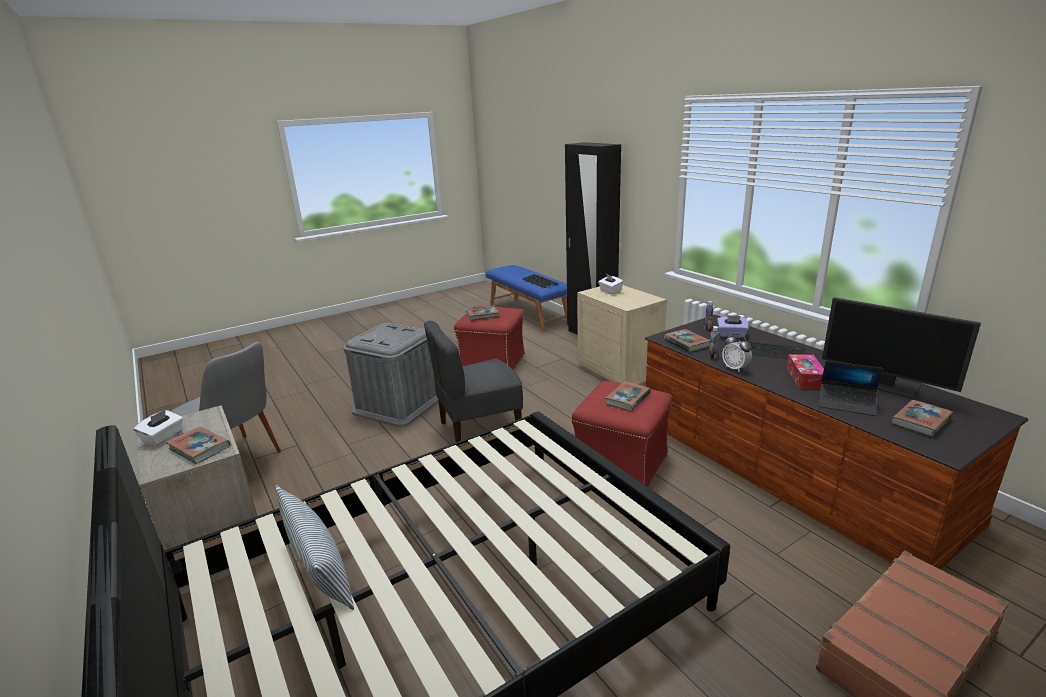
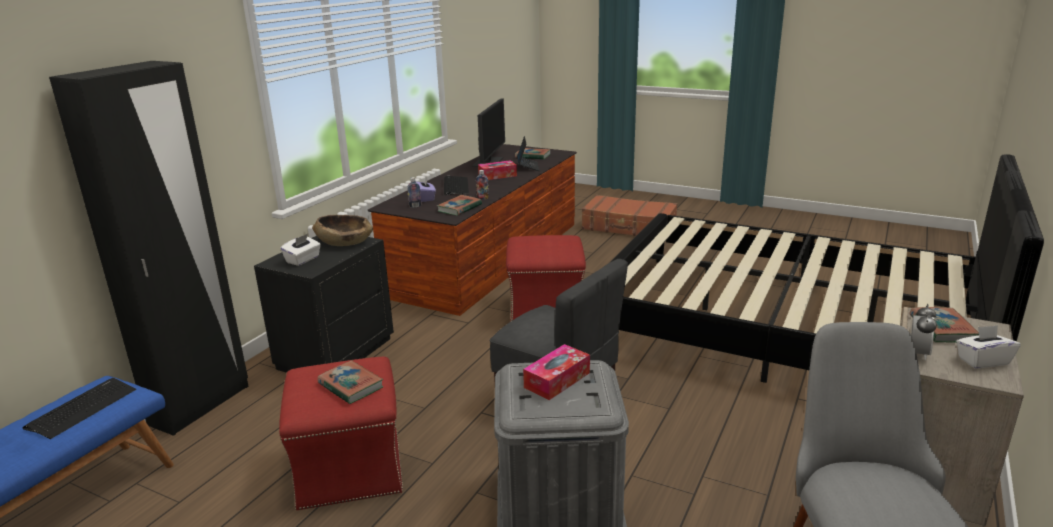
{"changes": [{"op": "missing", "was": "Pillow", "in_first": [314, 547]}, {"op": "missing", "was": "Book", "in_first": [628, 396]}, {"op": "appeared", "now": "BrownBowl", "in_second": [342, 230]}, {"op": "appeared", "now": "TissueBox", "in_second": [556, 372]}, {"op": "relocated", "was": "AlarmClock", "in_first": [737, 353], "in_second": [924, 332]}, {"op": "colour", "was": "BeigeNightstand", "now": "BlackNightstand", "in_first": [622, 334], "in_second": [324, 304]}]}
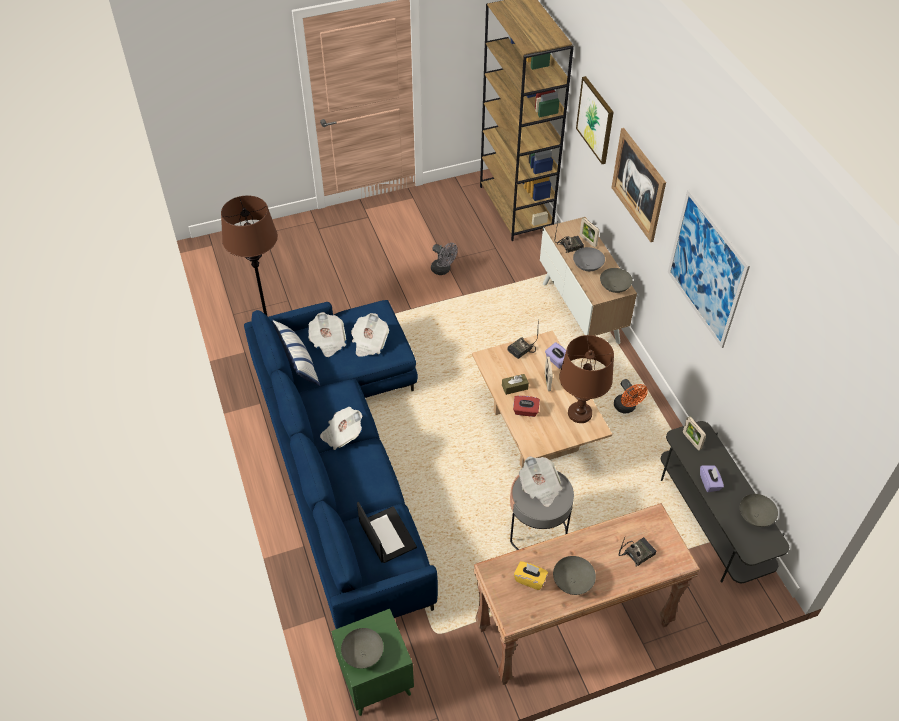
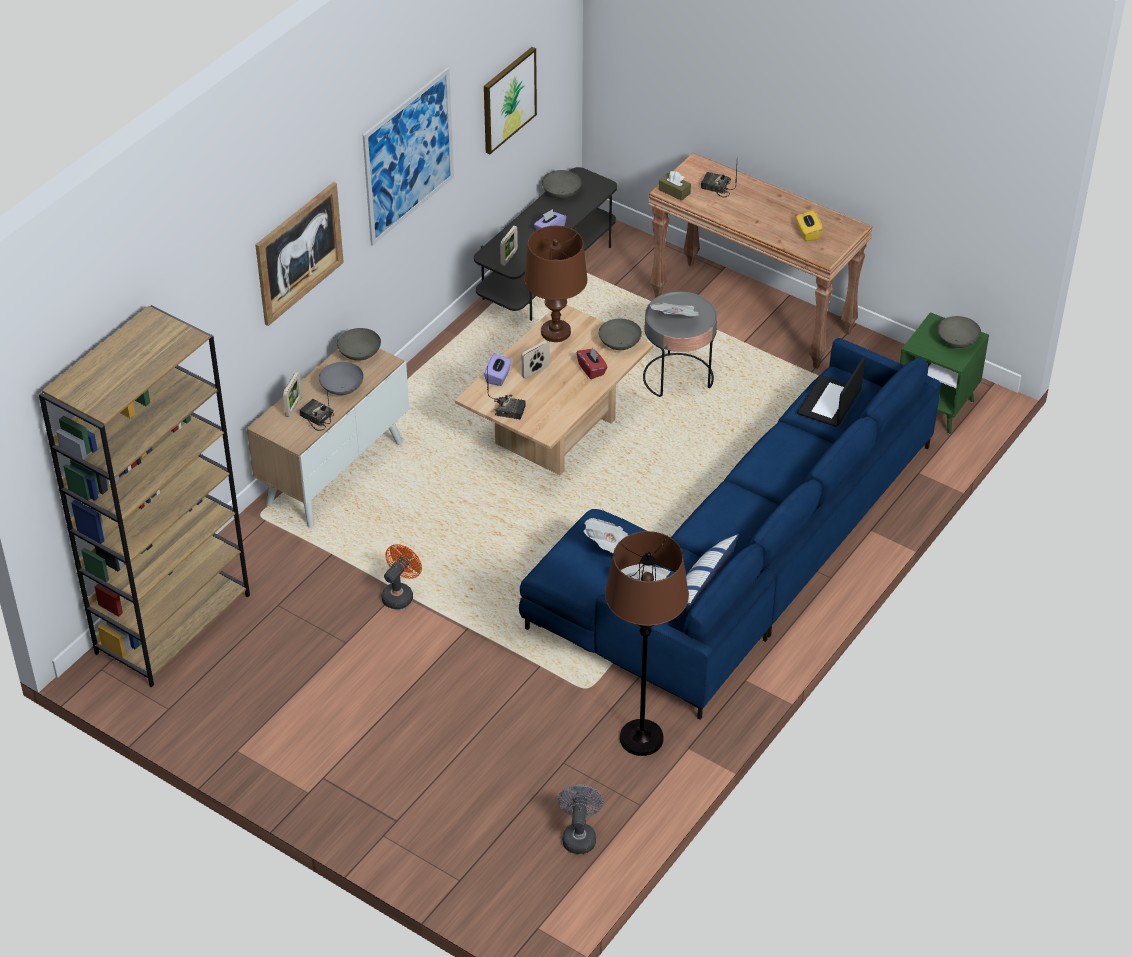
{"changes": [{"op": "missing", "was": "Newspaper", "in_first": [341, 428]}, {"op": "relocated", "was": "GreyFan", "in_first": [444, 259], "in_second": [580, 819]}, {"op": "relocated", "was": "BrownTissueBox", "in_first": [515, 384], "in_second": [675, 186]}, {"op": "relocated", "was": "GreyBowl", "in_first": [574, 575], "in_second": [620, 334]}, {"op": "relocated", "was": "Picture", "in_first": [594, 120], "in_second": [510, 100]}, {"op": "relocated", "was": "OrangeFan", "in_first": [631, 396], "in_second": [401, 576]}]}
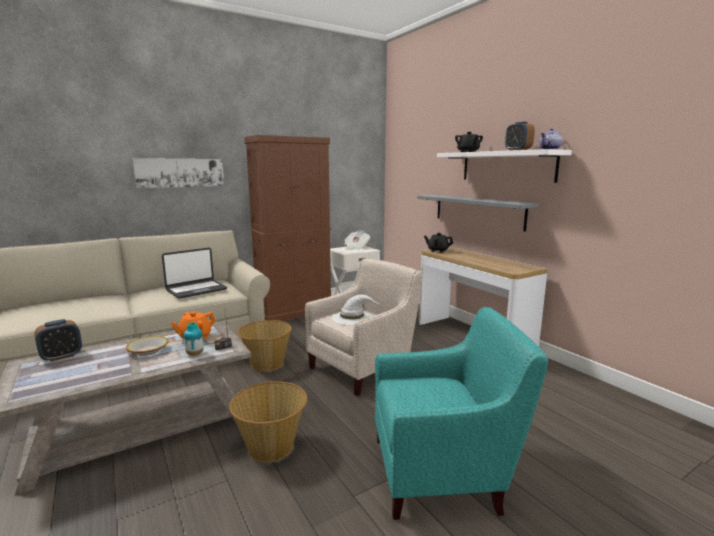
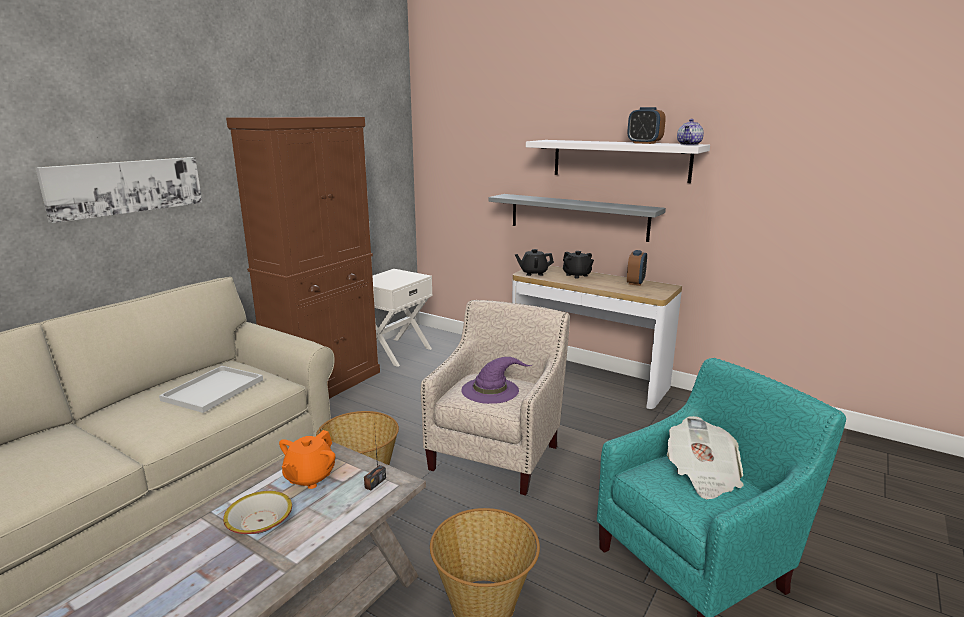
{"changes": [{"op": "missing", "was": "Vase", "in_first": [194, 339]}, {"op": "relocated", "was": "AlarmClock", "in_first": [58, 340], "in_second": [637, 268]}, {"op": "relocated", "was": "Newspaper", "in_first": [357, 240], "in_second": [705, 458]}, {"op": "relocated", "was": "BlackTeapot", "in_first": [469, 142], "in_second": [578, 265]}, {"op": "exchanged", "was": "Laptop", "now": "WhiteTray", "in_first": [194, 273], "in_second": [211, 389]}, {"op": "colour", "was": "WhiteHat", "now": "PurpleHat", "in_first": [355, 310], "in_second": [496, 380]}]}
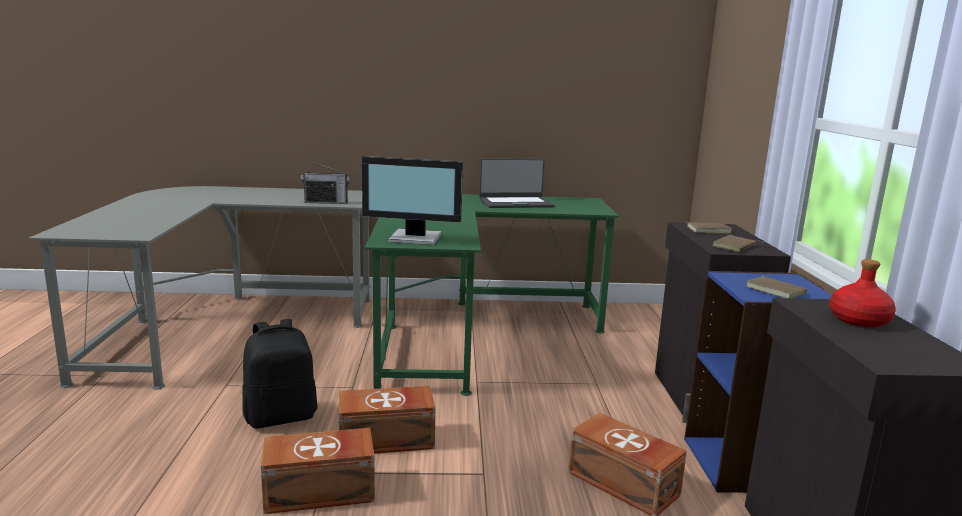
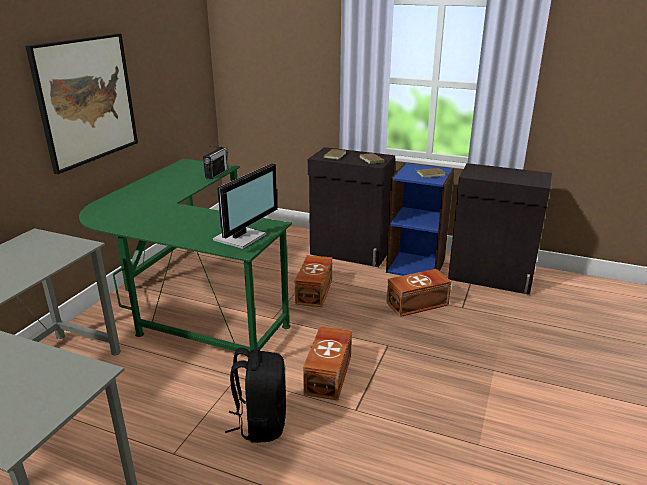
{"changes": [{"op": "missing", "was": "Laptop", "in_first": [517, 183]}, {"op": "missing", "was": "RedBottle", "in_first": [862, 293]}, {"op": "appeared", "now": "Picture", "in_second": [81, 103]}, {"op": "relocated", "was": "BrownStorageBox", "in_first": [318, 471], "in_second": [313, 281]}, {"op": "relocated", "was": "Radio", "in_first": [325, 182], "in_second": [216, 162]}]}
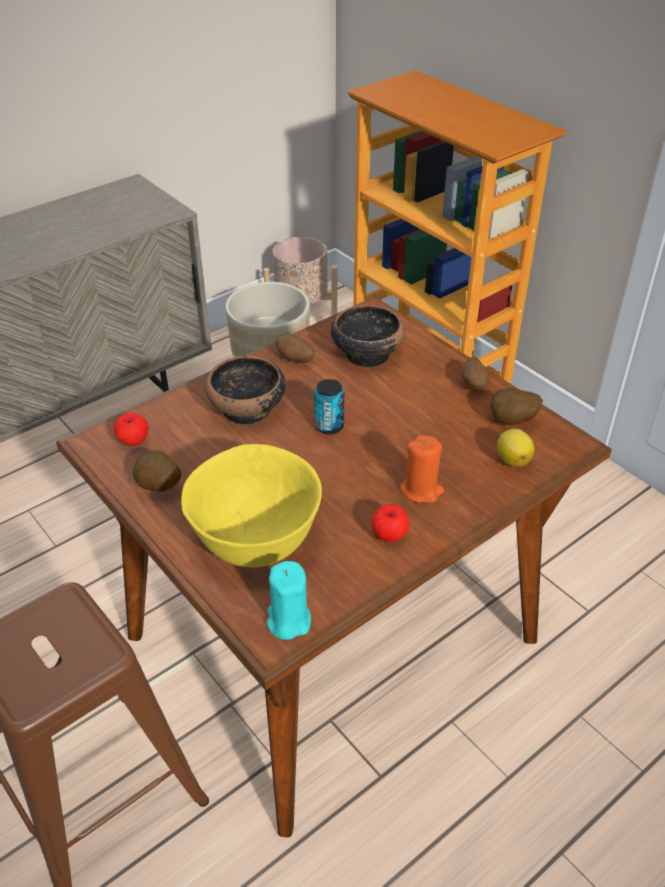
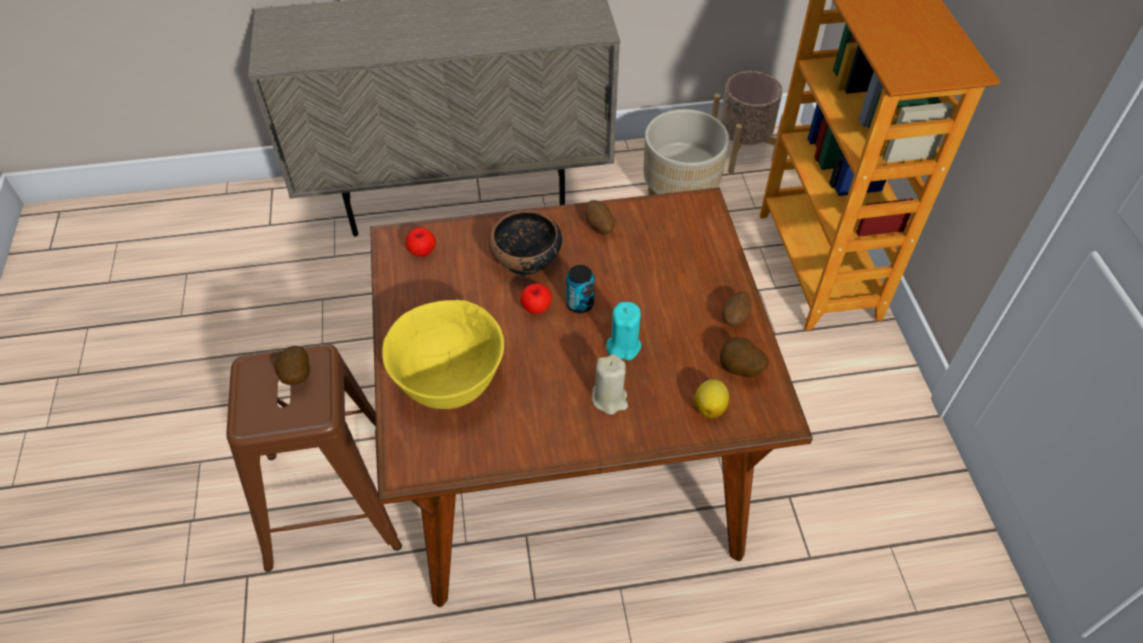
{"changes": [{"op": "missing", "was": "Bowl", "in_first": [368, 336]}, {"op": "relocated", "was": "Potato", "in_first": [157, 471], "in_second": [292, 365]}, {"op": "relocated", "was": "TurquoiseCandle", "in_first": [289, 600], "in_second": [623, 331]}, {"op": "relocated", "was": "Apple", "in_first": [390, 523], "in_second": [536, 298]}, {"op": "colour", "was": "OrangeCandle", "now": "BeigeCandle", "in_first": [422, 469], "in_second": [610, 384]}]}
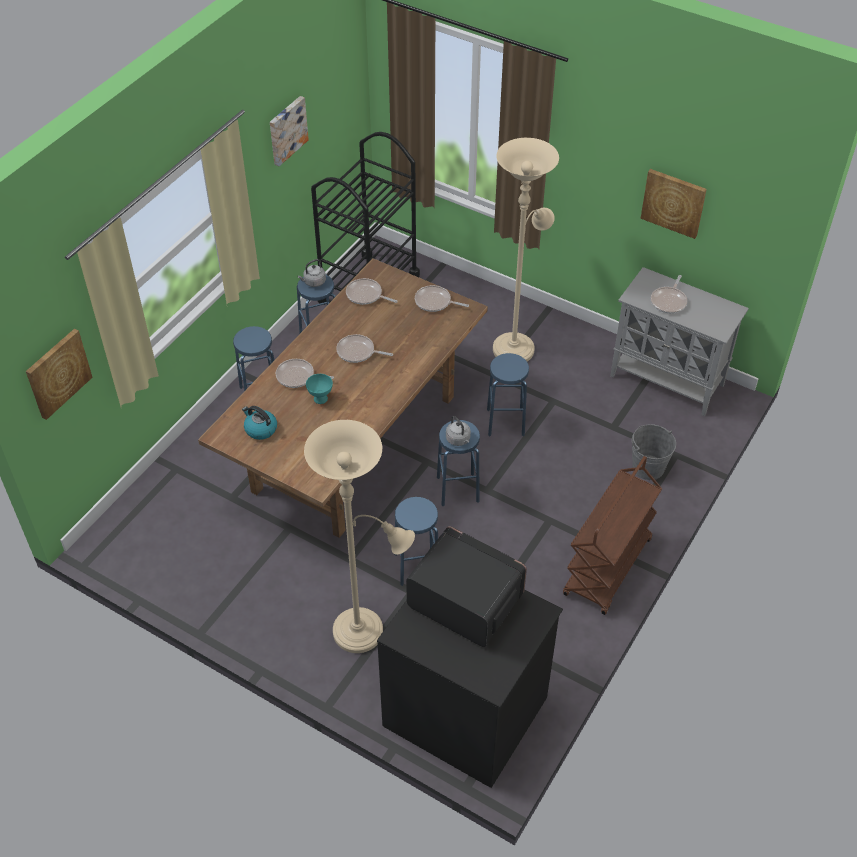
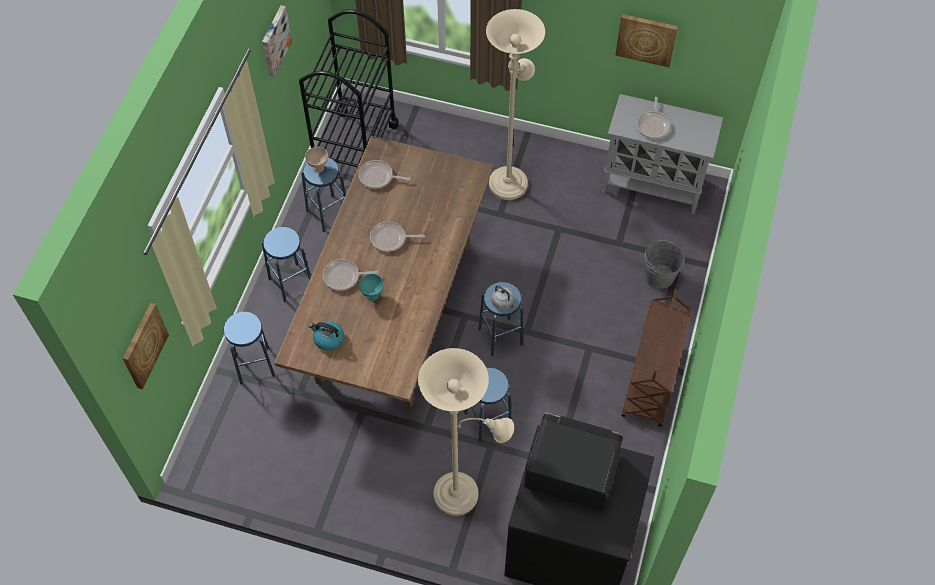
{"changes": [{"op": "missing", "was": "FryingPan", "in_first": [442, 298]}, {"op": "relocated", "was": "BlueStool", "in_first": [508, 394], "in_second": [249, 348]}, {"op": "exchanged", "was": "GreyKettle", "now": "BeigeBowl", "in_first": [312, 273], "in_second": [316, 160]}]}
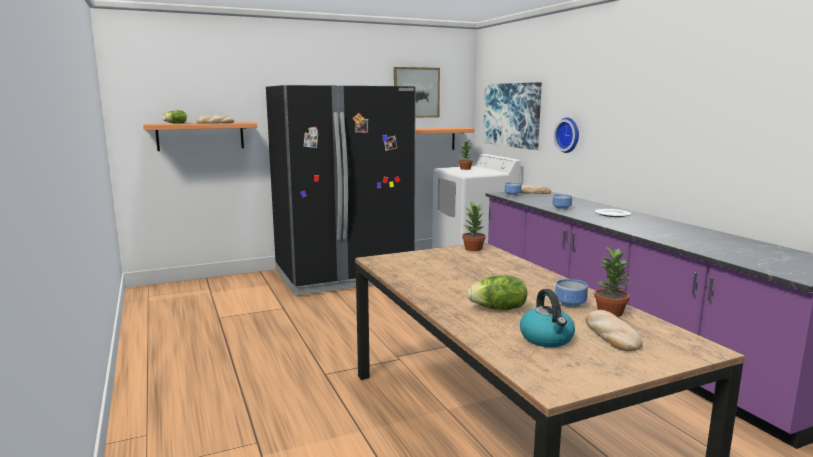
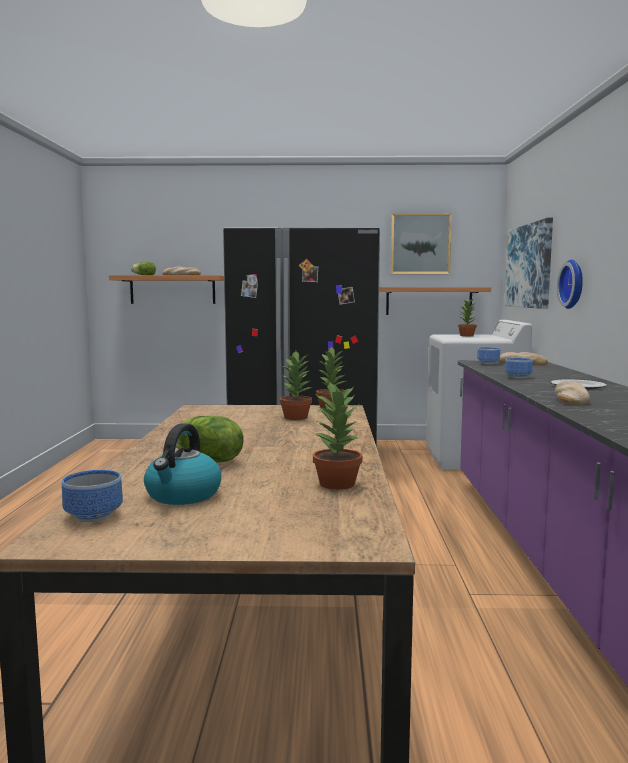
{"changes": [{"op": "appeared", "now": "PottedPlant", "in_second": [296, 385]}, {"op": "relocated", "was": "Bowl", "in_first": [571, 293], "in_second": [92, 496]}, {"op": "relocated", "was": "Bread", "in_first": [614, 330], "in_second": [572, 393]}]}
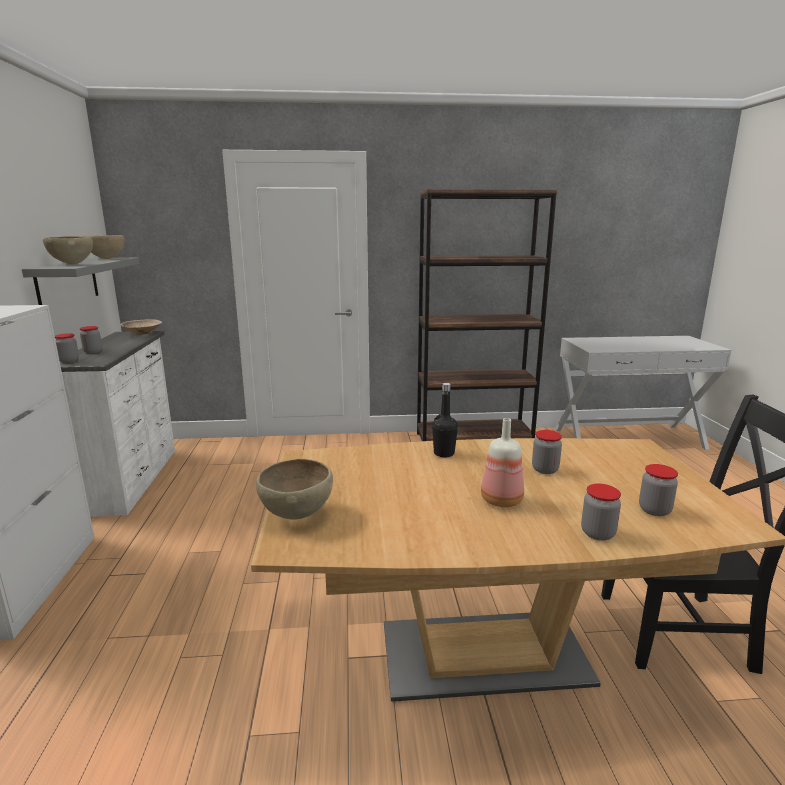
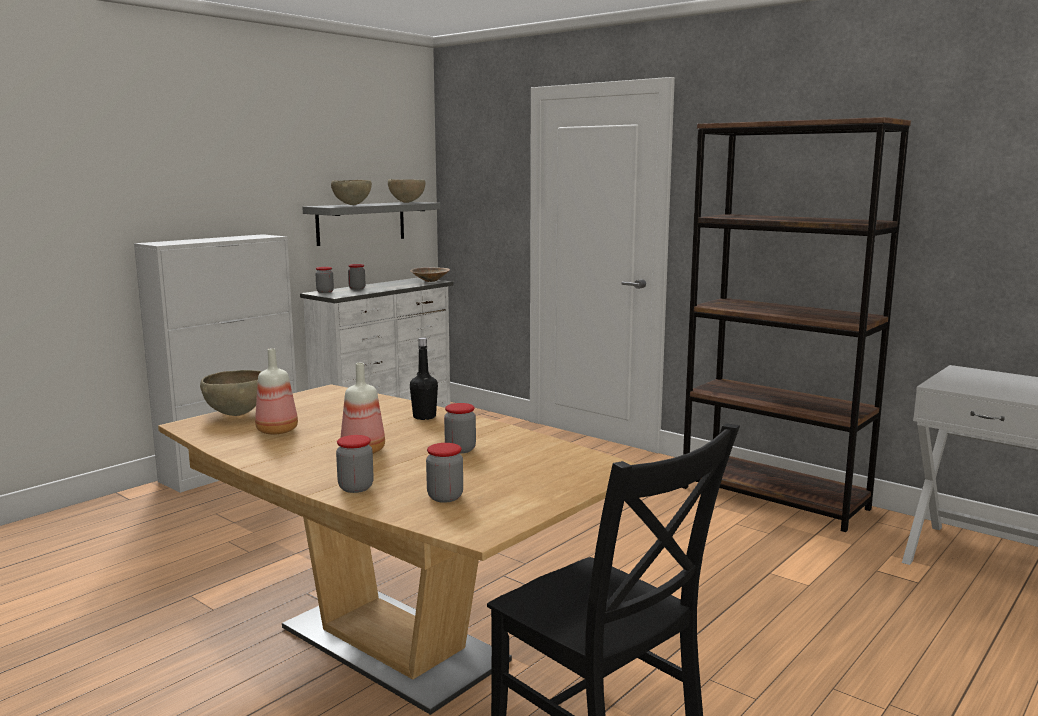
{"changes": [{"op": "appeared", "now": "Bottle", "in_second": [276, 391]}]}
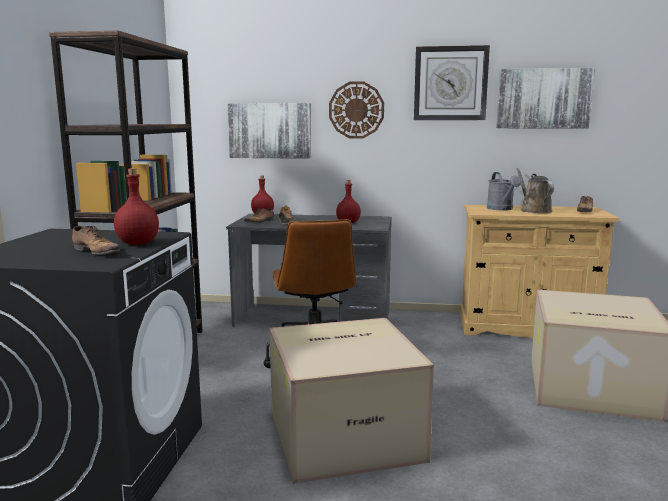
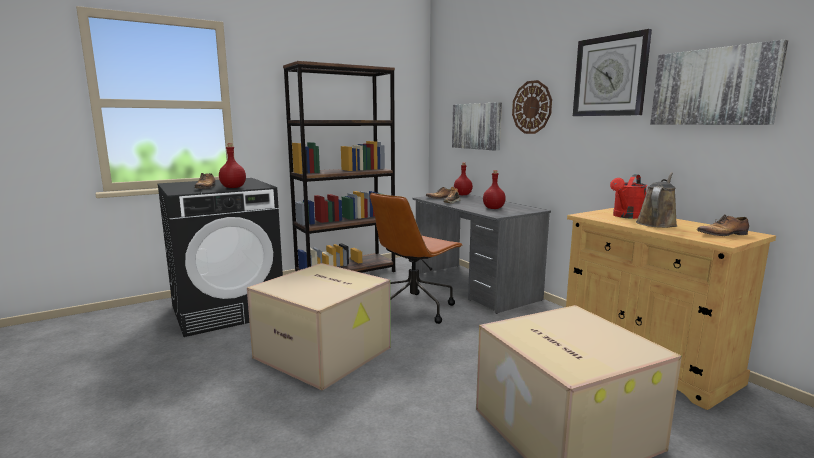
{"changes": [{"op": "colour", "was": "GreyWateringCan", "now": "RedWateringCan", "in_first": [504, 191], "in_second": [628, 196]}]}
